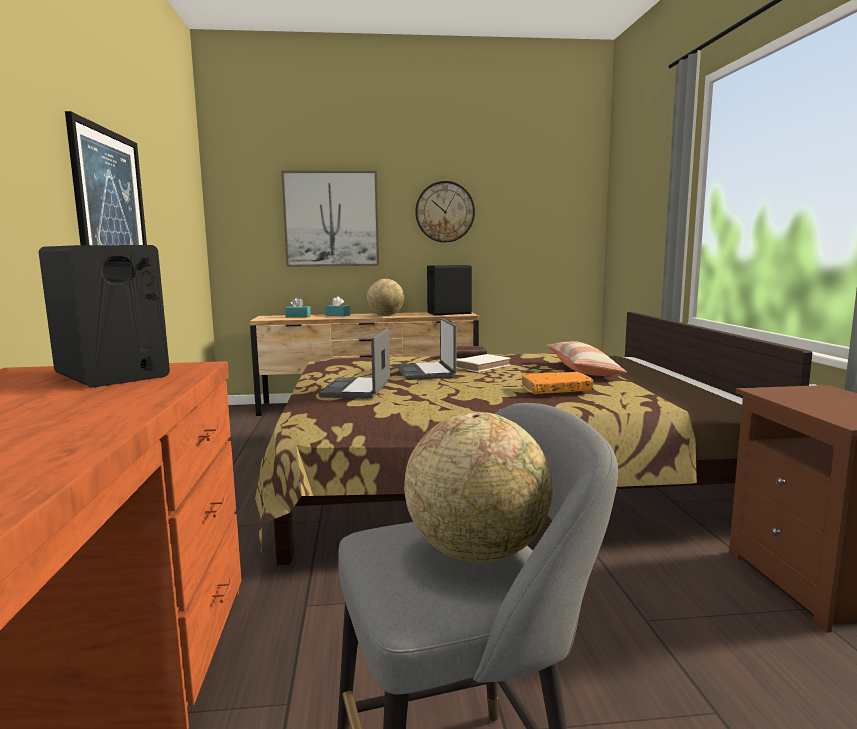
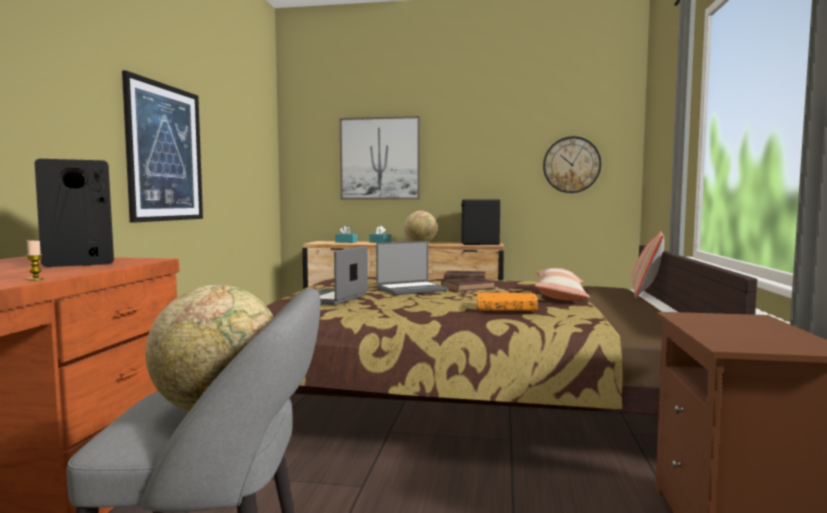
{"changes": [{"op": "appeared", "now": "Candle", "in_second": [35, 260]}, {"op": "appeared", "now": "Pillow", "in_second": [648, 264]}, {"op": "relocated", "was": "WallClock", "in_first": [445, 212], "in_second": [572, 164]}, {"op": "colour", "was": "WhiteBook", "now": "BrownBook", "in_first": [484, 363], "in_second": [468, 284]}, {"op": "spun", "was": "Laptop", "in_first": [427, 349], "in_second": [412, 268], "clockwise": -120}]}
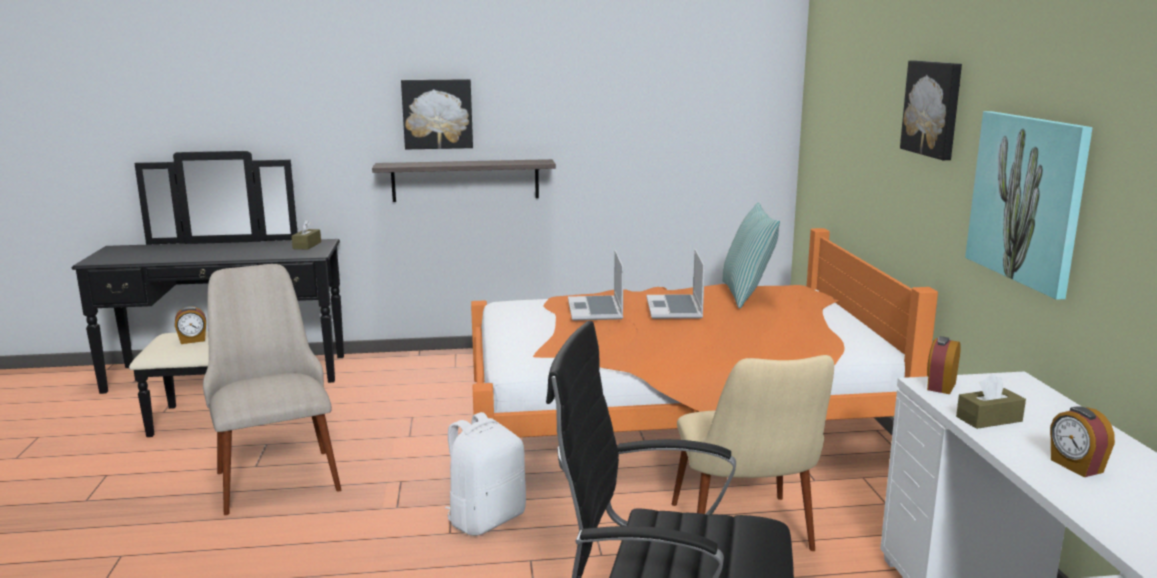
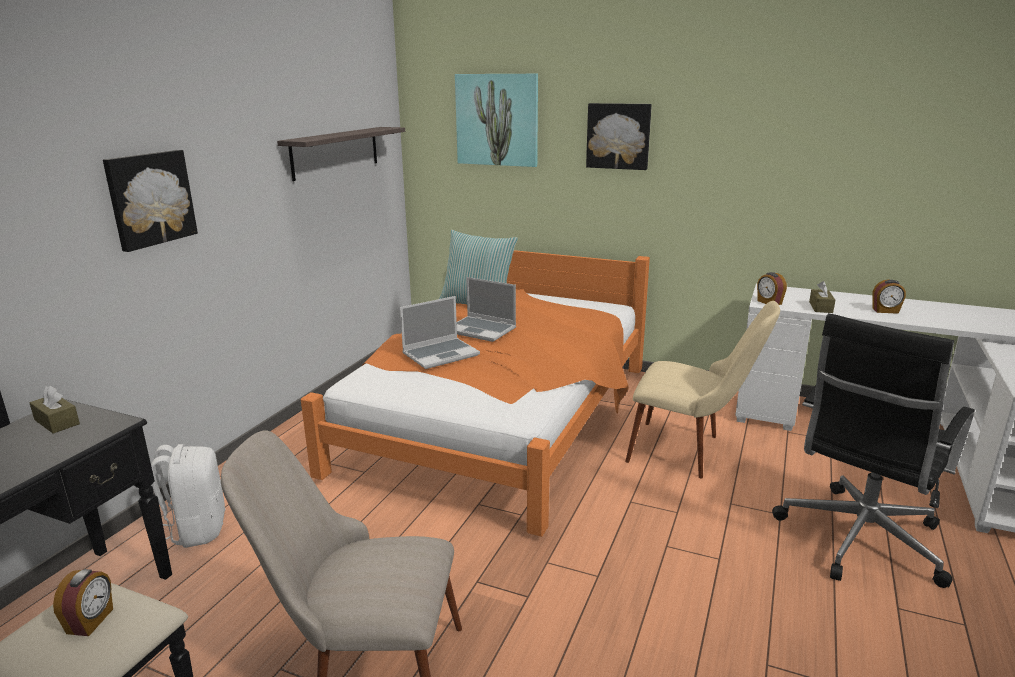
{"changes": [{"op": "relocated", "was": "Shelf", "in_first": [464, 180], "in_second": [341, 154]}, {"op": "relocated", "was": "WhiteBackpack", "in_first": [485, 474], "in_second": [188, 496]}, {"op": "relocated", "was": "Picture", "in_first": [1029, 205], "in_second": [496, 120]}, {"op": "spun", "was": "Laptop", "in_first": [596, 285], "in_second": [440, 332], "clockwise": -60}]}
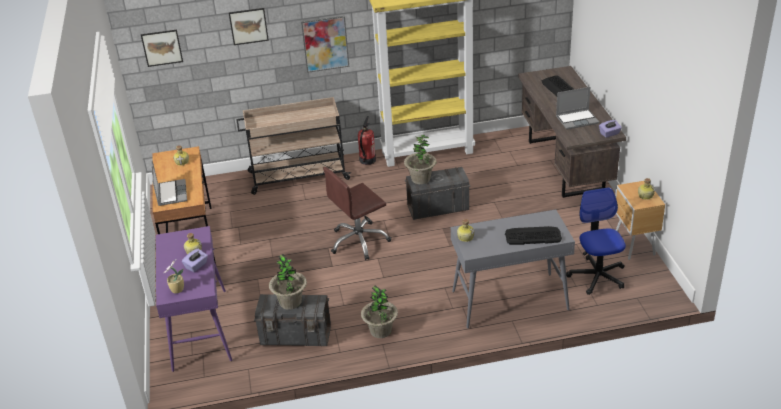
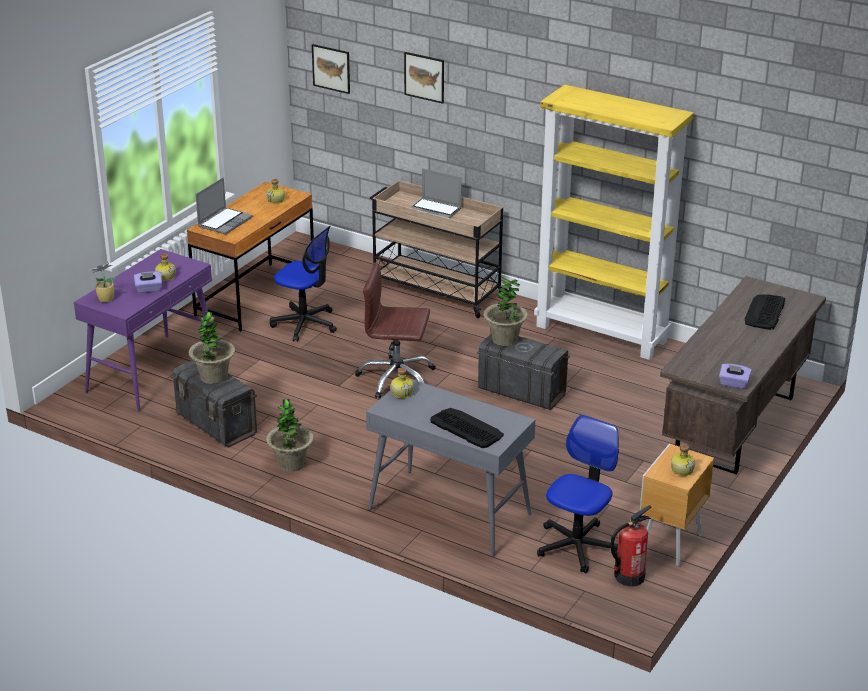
{"changes": [{"op": "missing", "was": "Picture", "in_first": [325, 44]}, {"op": "appeared", "now": "OfficeChair", "in_second": [303, 284]}, {"op": "relocated", "was": "FireExtinguisher", "in_first": [367, 140], "in_second": [631, 546]}, {"op": "relocated", "was": "Laptop", "in_first": [577, 108], "in_second": [436, 193]}]}
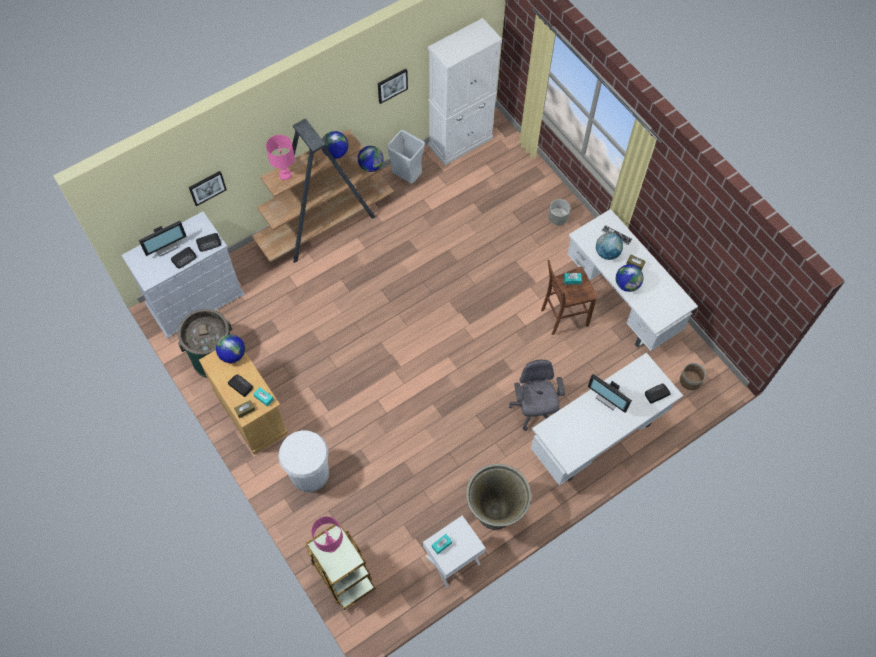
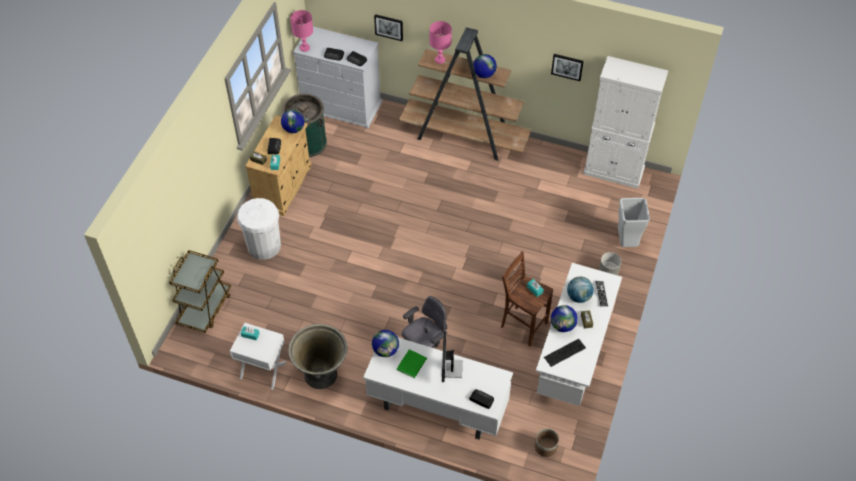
{"changes": [{"op": "missing", "was": "Monitor", "in_first": [163, 238]}, {"op": "appeared", "now": "GreenBook", "in_second": [412, 363]}, {"op": "appeared", "now": "Keyboard", "in_second": [565, 353]}, {"op": "relocated", "was": "PinkTableLamp", "in_first": [327, 535], "in_second": [301, 31]}, {"op": "relocated", "was": "Globe", "in_first": [371, 159], "in_second": [385, 343]}, {"op": "relocated", "was": "GreyTrashCan", "in_first": [406, 157], "in_second": [634, 222]}]}
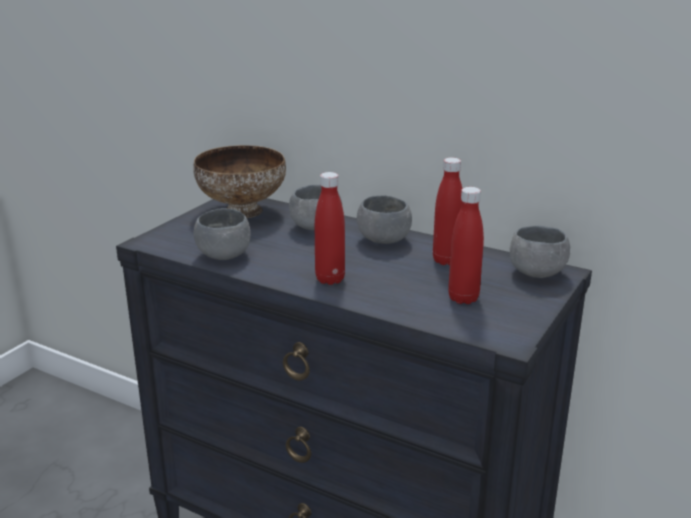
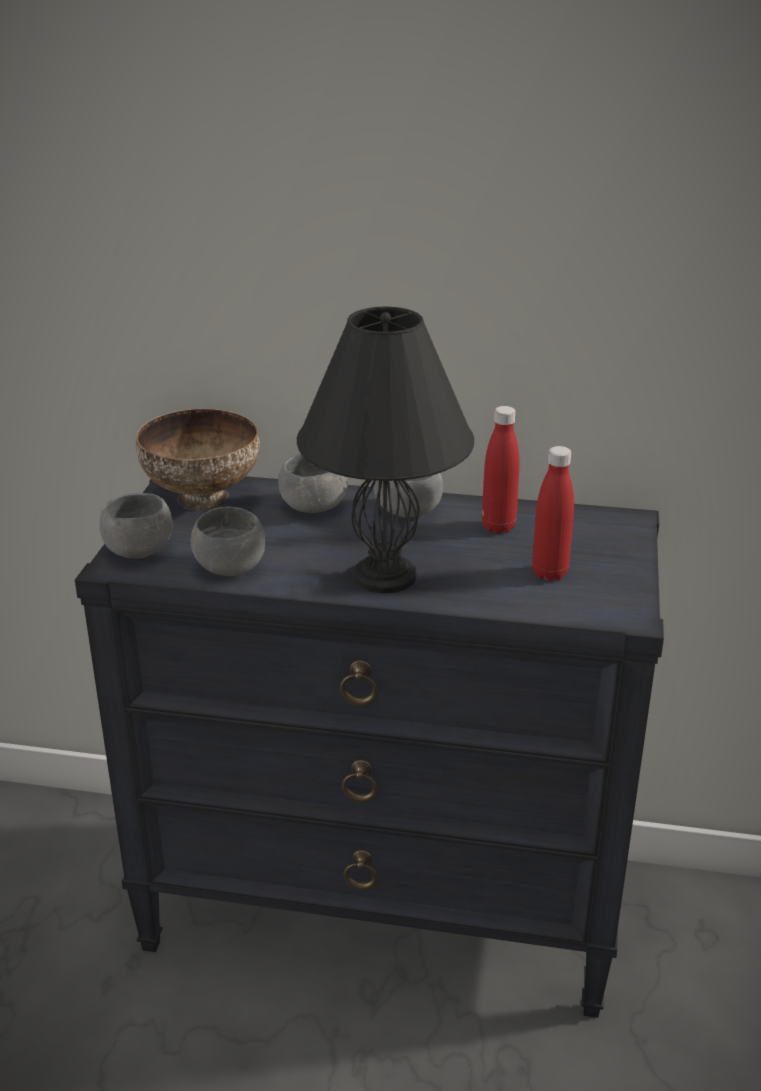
{"changes": [{"op": "relocated", "was": "GreyBowl", "in_first": [540, 251], "in_second": [135, 526]}, {"op": "exchanged", "was": "RedBottle", "now": "BlackTableLamp", "in_first": [330, 228], "in_second": [385, 450]}]}
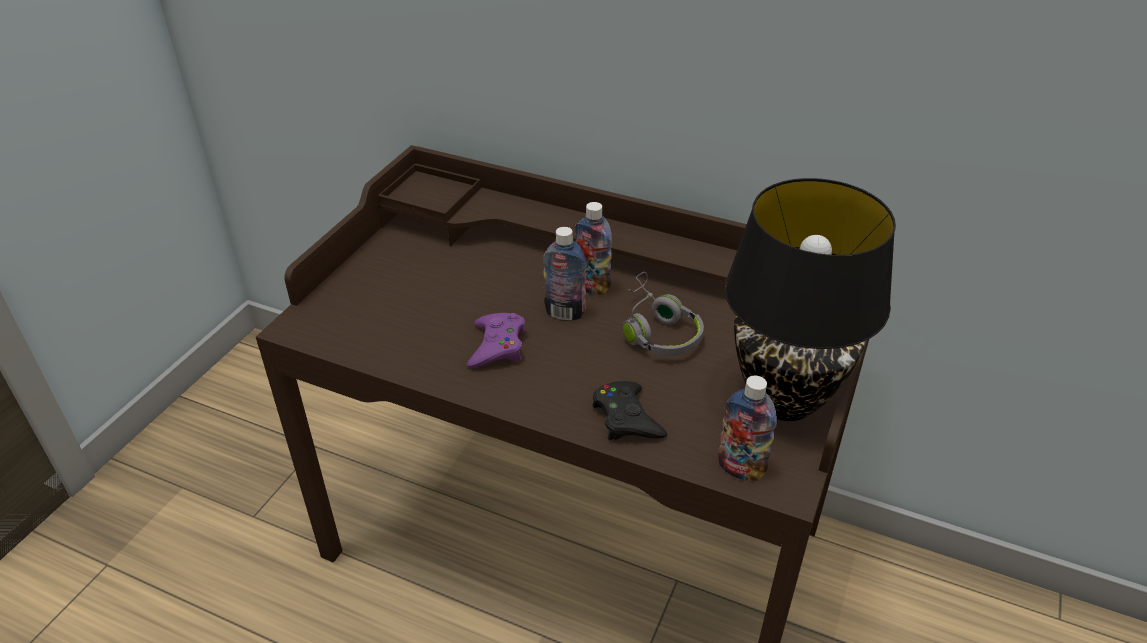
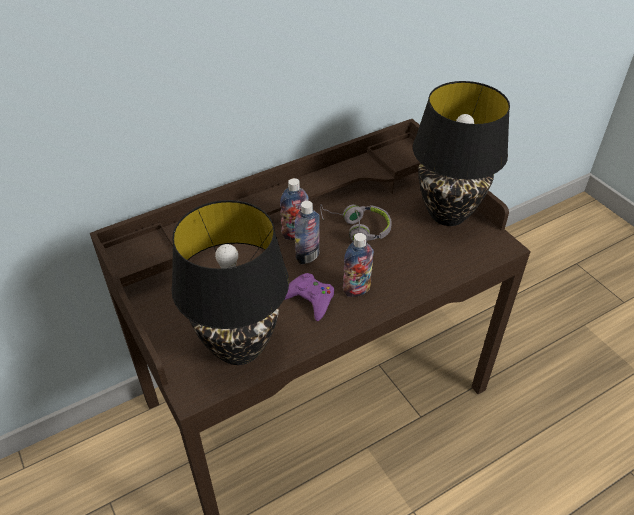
{"changes": [{"op": "missing", "was": "BlackGameController", "in_first": [629, 410]}, {"op": "appeared", "now": "BlackTableLamp", "in_second": [230, 282]}, {"op": "relocated", "was": "Bottle", "in_first": [747, 428], "in_second": [358, 265]}]}
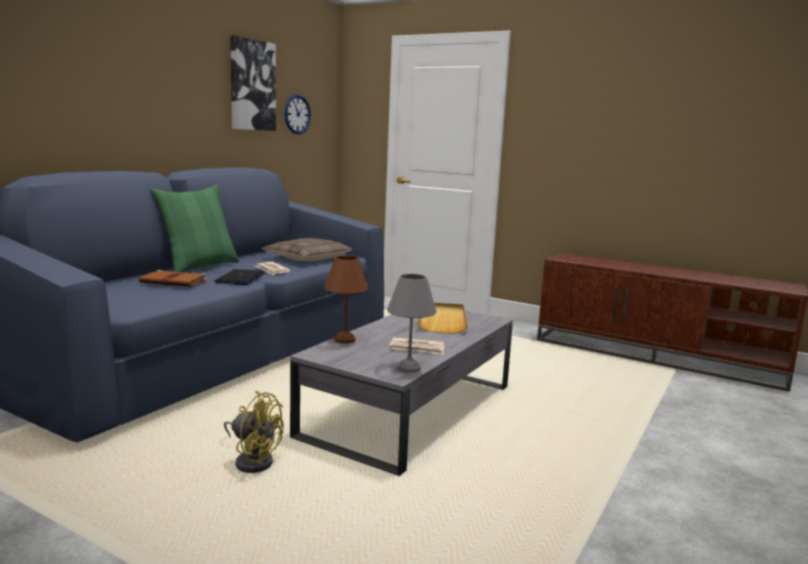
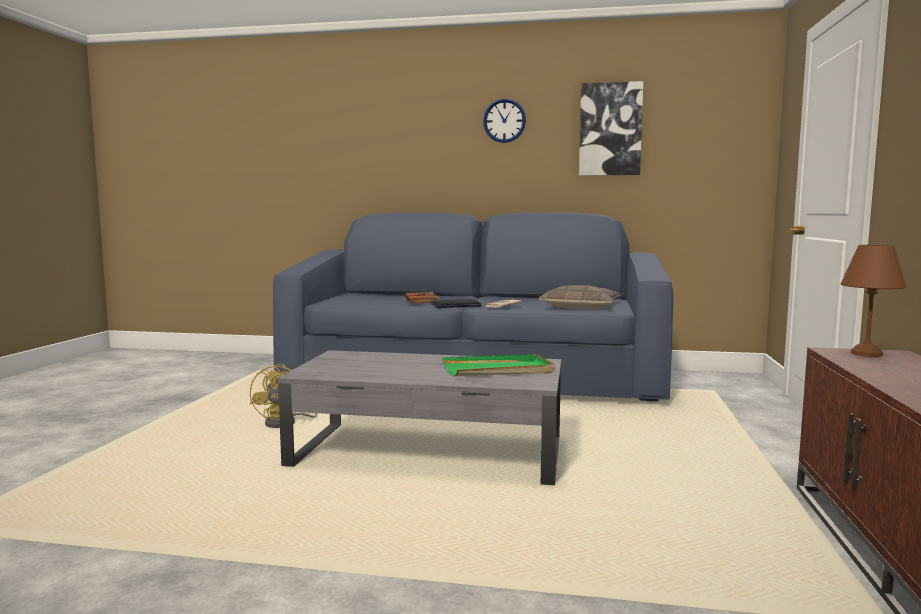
{"changes": [{"op": "missing", "was": "GreenPillow", "in_first": [194, 228]}, {"op": "missing", "was": "GreyTableLamp", "in_first": [411, 323]}, {"op": "missing", "was": "Newspaper", "in_first": [417, 346]}, {"op": "relocated", "was": "WallClock", "in_first": [298, 114], "in_second": [504, 121]}, {"op": "relocated", "was": "BrownTableLamp", "in_first": [346, 300], "in_second": [873, 301]}, {"op": "colour", "was": "BeigeTray", "now": "GreenTray", "in_first": [443, 318], "in_second": [498, 365]}]}
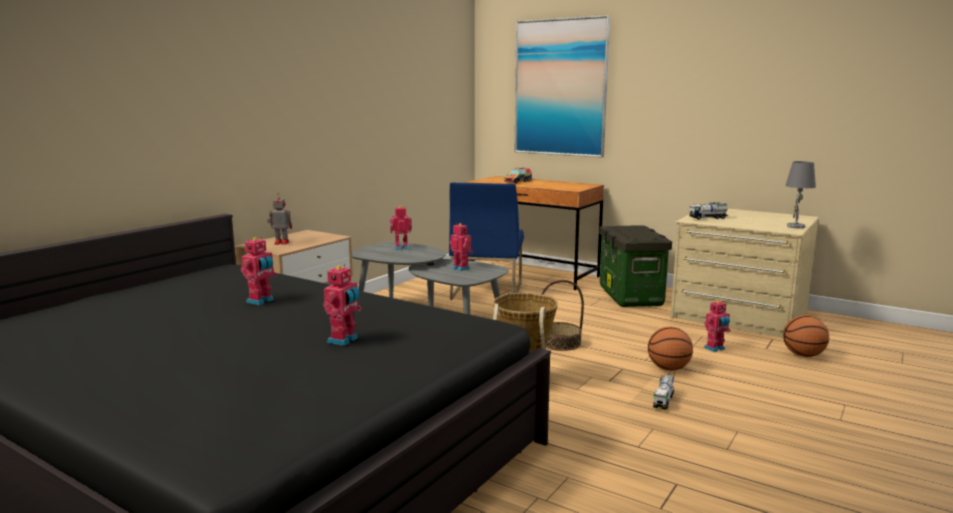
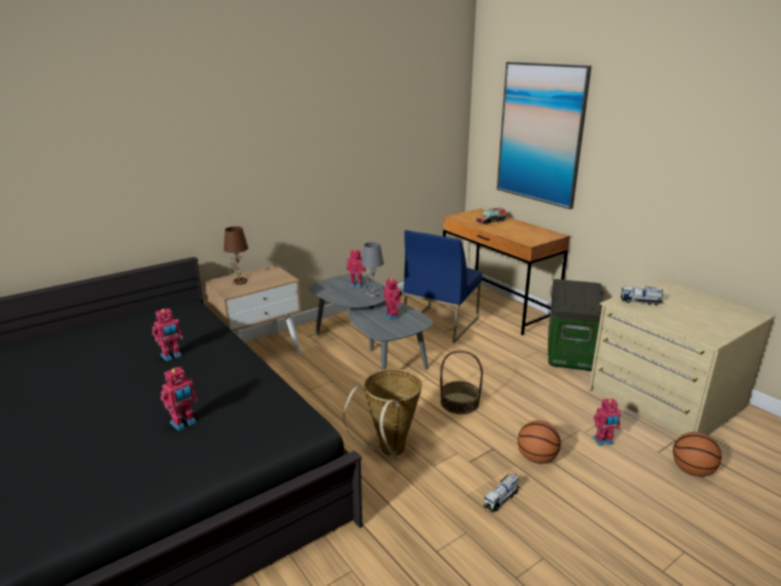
{"changes": [{"op": "relocated", "was": "GreyTableLamp", "in_first": [800, 195], "in_second": [372, 269]}, {"op": "exchanged", "was": "ToyRobot", "now": "BrownTableLamp", "in_first": [279, 220], "in_second": [236, 255]}]}
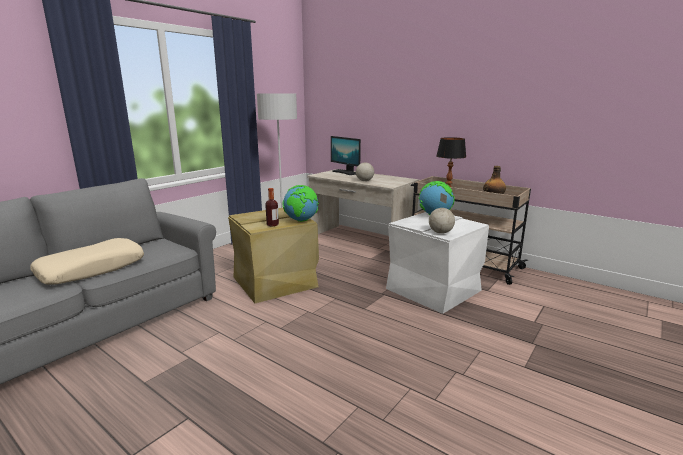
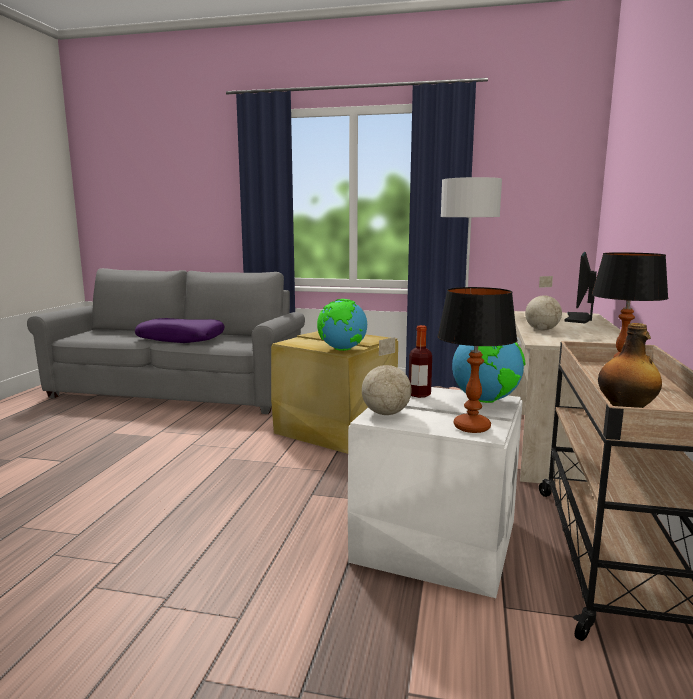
{"changes": [{"op": "appeared", "now": "TableLamp", "in_second": [477, 360]}, {"op": "relocated", "was": "Bottle", "in_first": [272, 207], "in_second": [420, 361]}, {"op": "colour", "was": "BeigePillow", "now": "PurplePillow", "in_first": [87, 261], "in_second": [180, 330]}]}
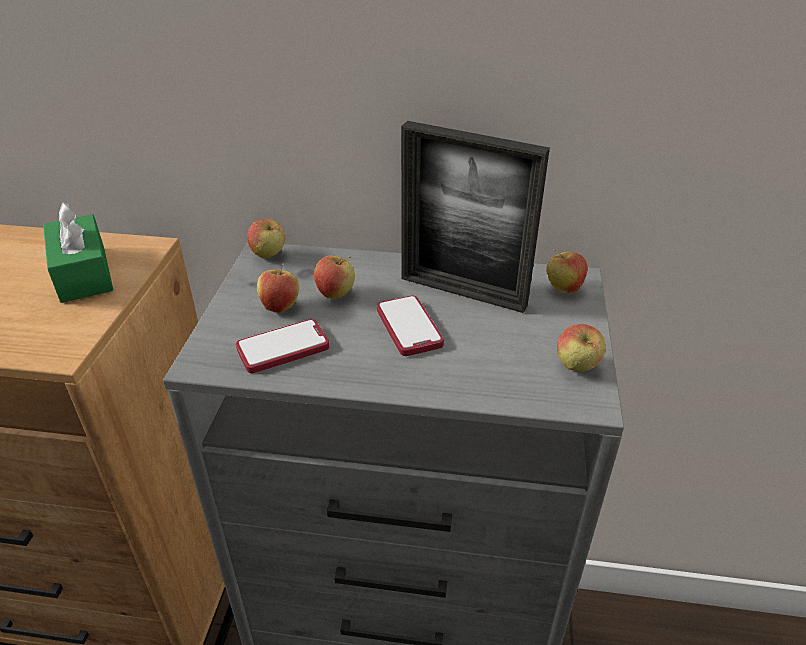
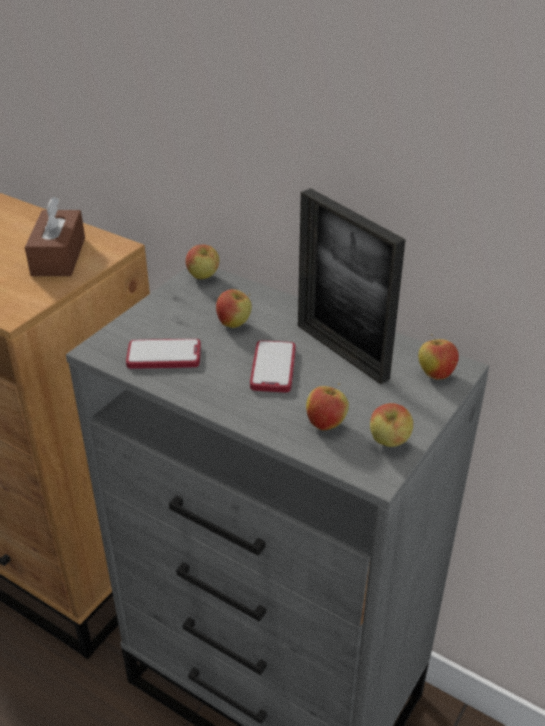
{"changes": [{"op": "relocated", "was": "Apple", "in_first": [278, 288], "in_second": [327, 406]}, {"op": "colour", "was": "GreenTissueBox", "now": "BrownTissueBox", "in_first": [78, 252], "in_second": [55, 236]}]}
